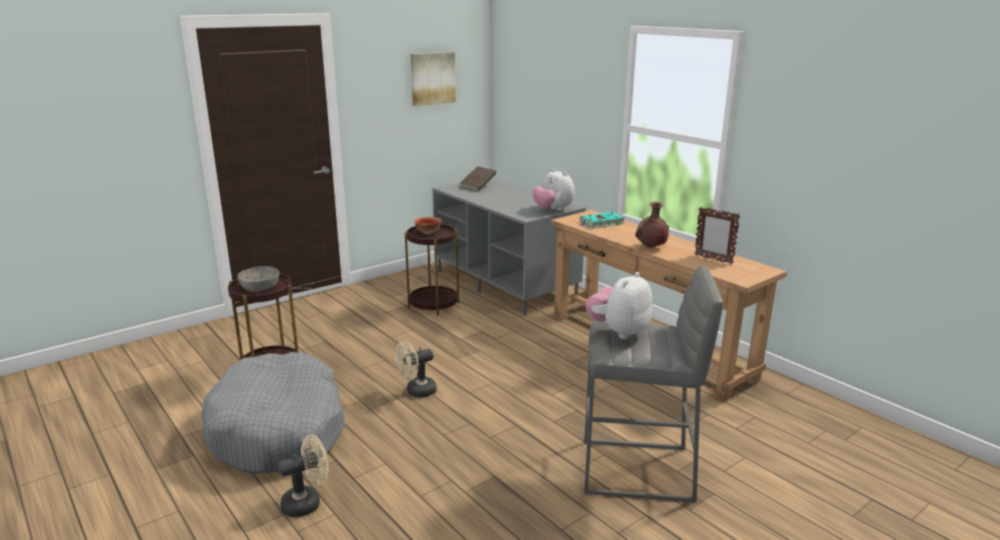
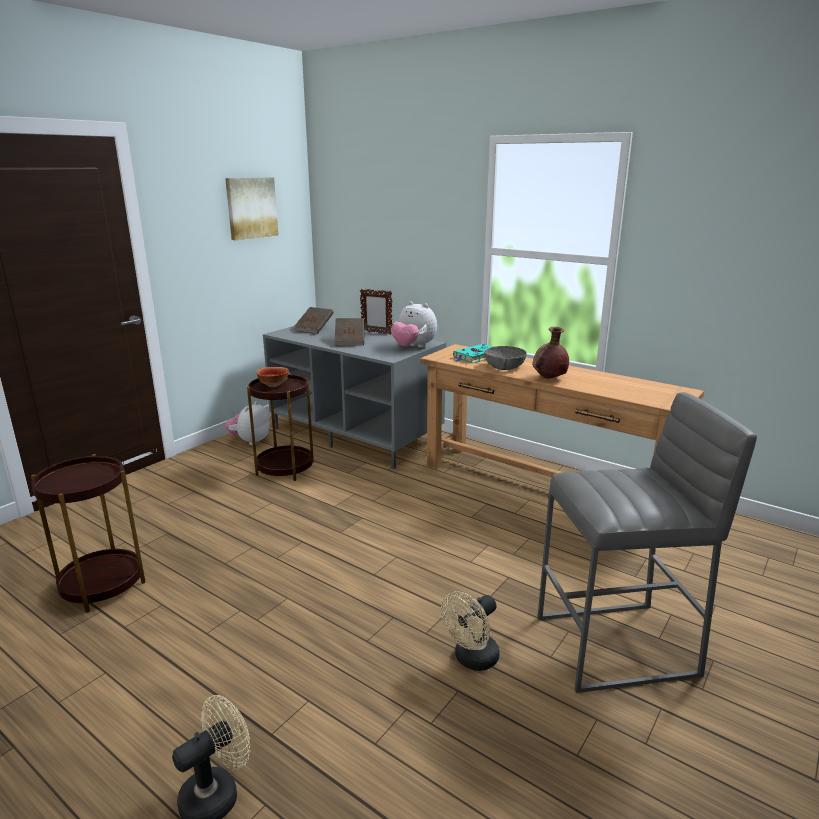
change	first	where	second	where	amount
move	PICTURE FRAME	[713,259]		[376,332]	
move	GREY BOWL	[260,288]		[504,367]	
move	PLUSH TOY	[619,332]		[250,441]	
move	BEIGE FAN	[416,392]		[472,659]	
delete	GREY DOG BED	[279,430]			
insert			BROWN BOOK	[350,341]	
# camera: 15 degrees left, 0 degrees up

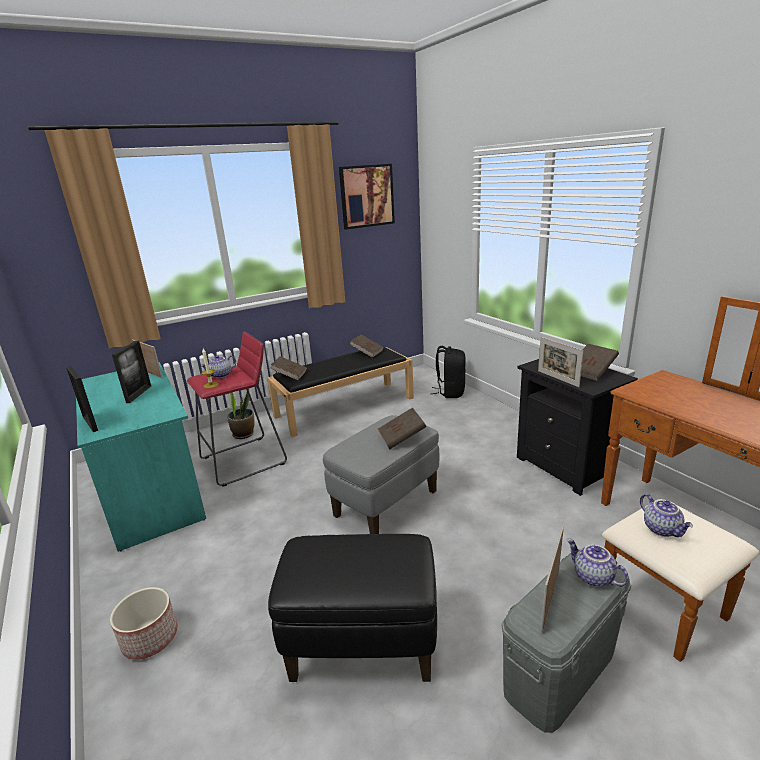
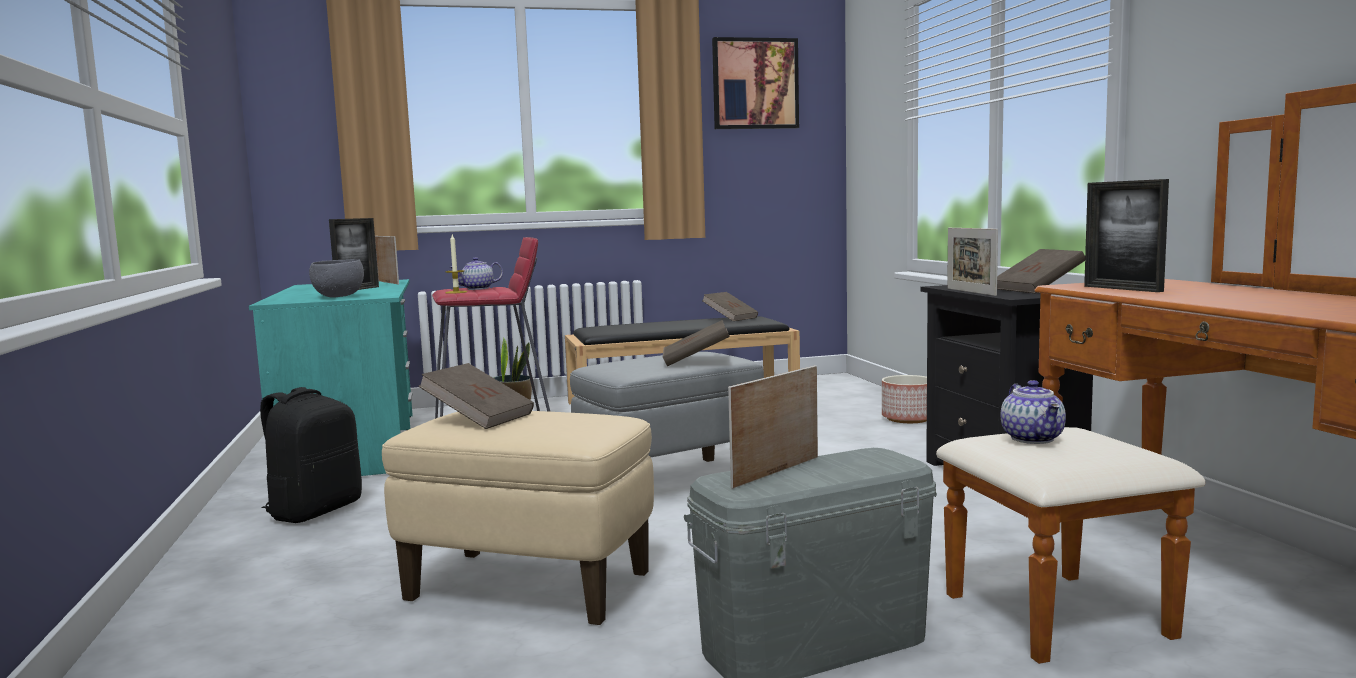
change	first	where	second	where	amount
move	BLACK BACKPACK	[450,392]		[314,511]	
move	BROWN BOOK	[290,375]		[479,418]	
move	PICTURE FRAME	[90,424]		[1122,289]	
recolor	BLACK OTTOMAN	[363,644]	BEIGE OTTOMAN	[530,586]	
delete	TEAPOT	[592,577]			
move	PLANTER	[150,638]		[908,418]	
insert			GREY BOWL	[338,296]	
# camera: 15 degrees right, 15 degrees down

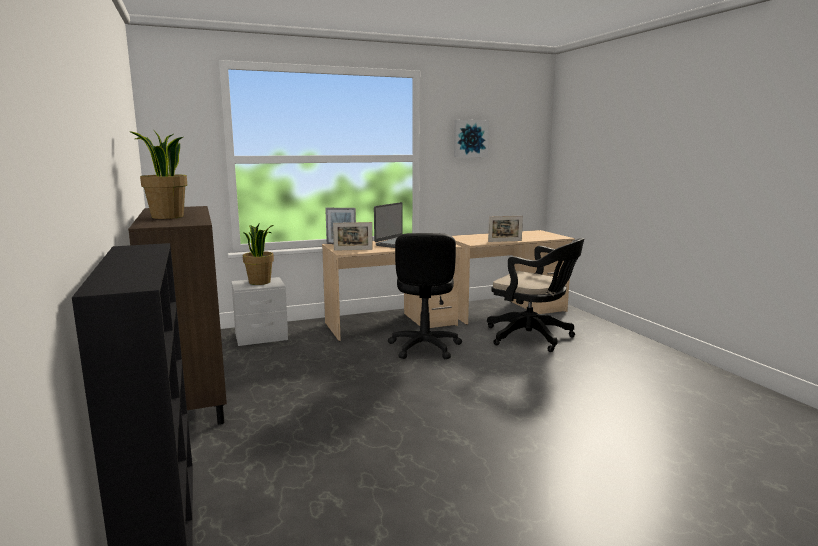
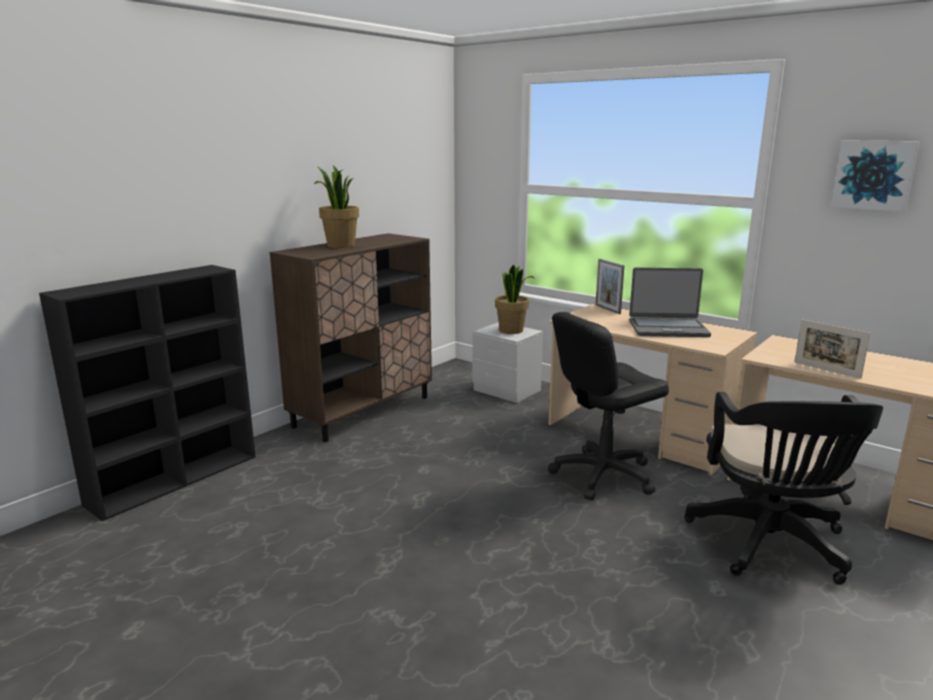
change	first	where	second	where	amount
delete	PICTURE FRAME	[353,250]			
# camera: 60 degrees right, 5 degrees up

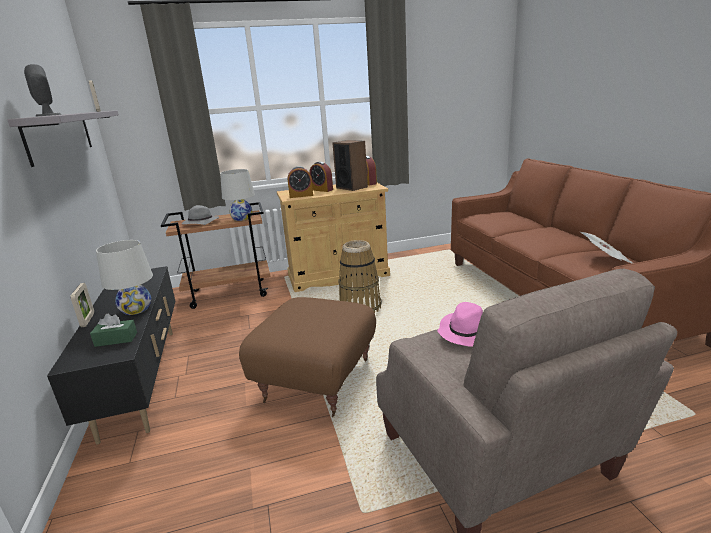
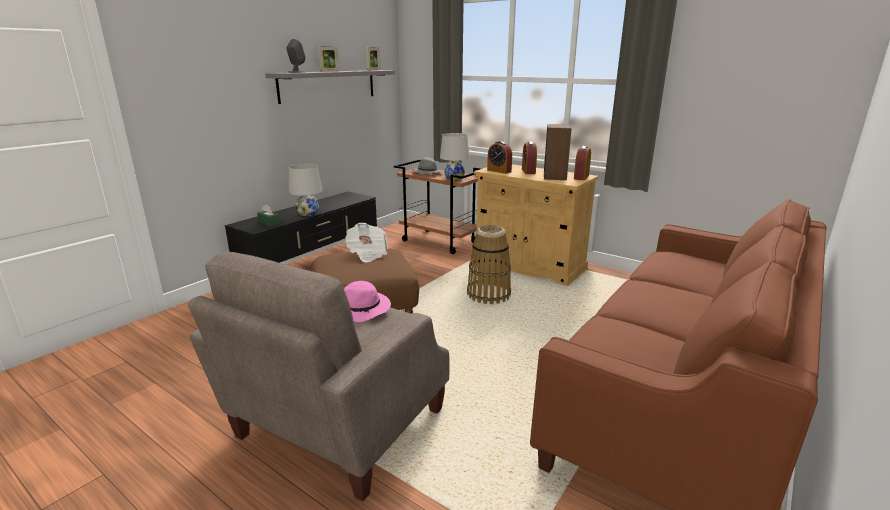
change	first	where	second	where	amount
move	NEWSPAPER	[605,260]		[367,253]	
move	PICTURE FRAME	[88,320]		[329,71]	
# camera: 50 degrees right, 0 degrees up

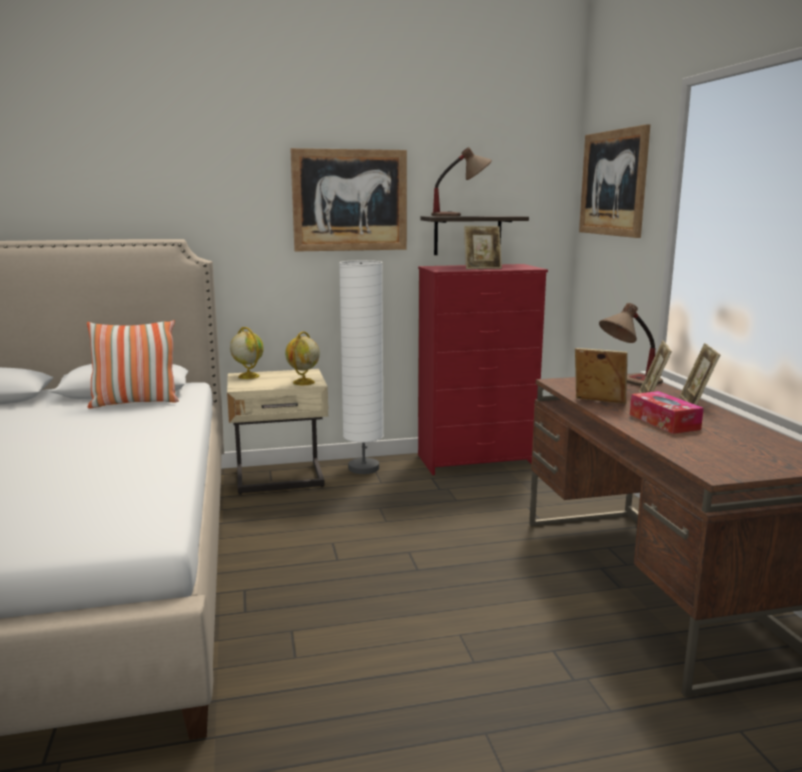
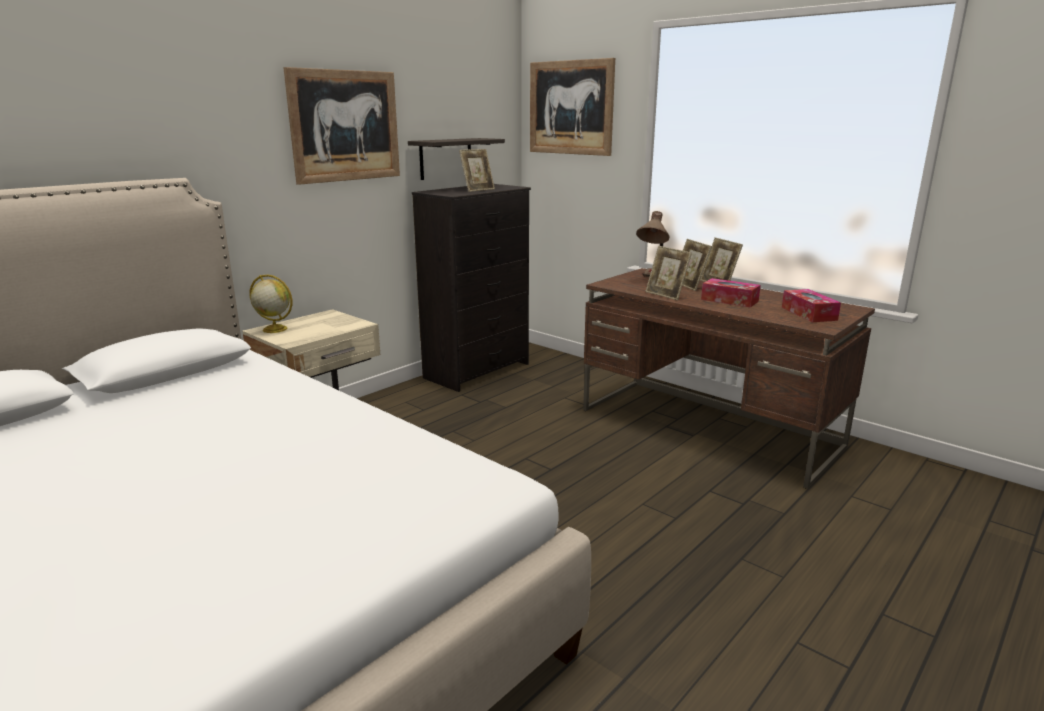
change	first	where	second	where	amount
delete	TABLE LAMP	[461,216]			
delete	WHITE FLOOR LAMP	[364,468]			
recolor	RED DRESSER	[477,460]	BLACK DRESSER	[478,371]	
delete	PILLOW	[135,403]			
delete	GLOBE	[303,382]			
rotate	PICTURE FRAME	[598,403]		[666,295]	120 degrees counterclockwise
insert			TISSUE BOX	[808,313]	
# camera: 35 degrees left, 5 degrees up

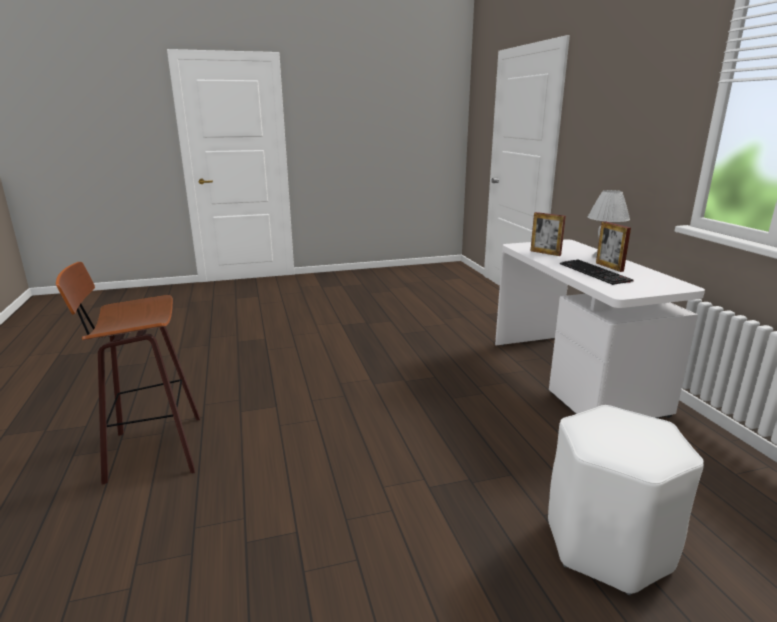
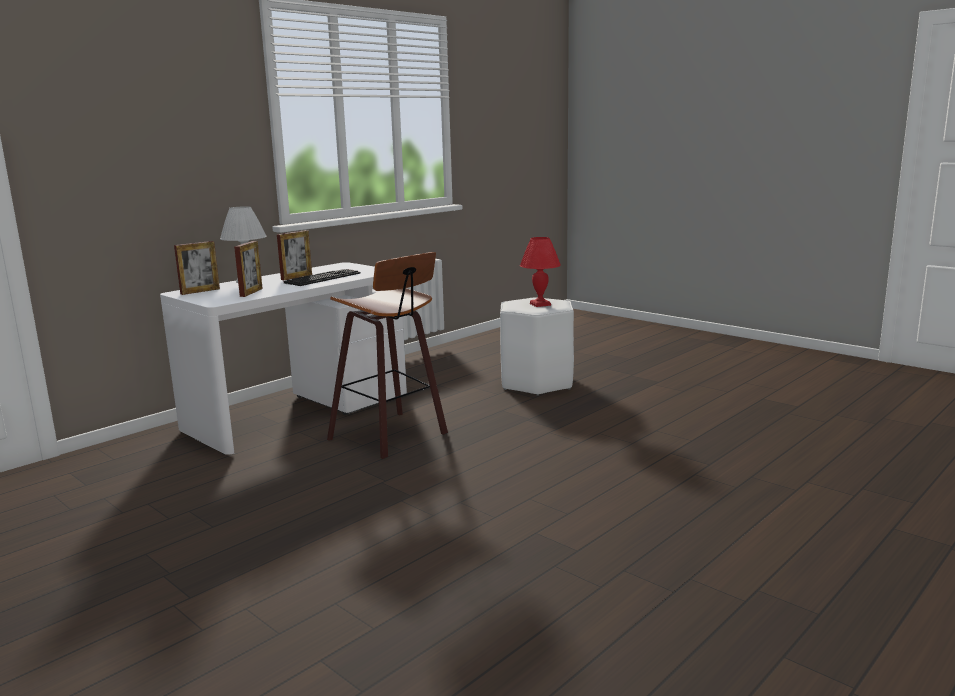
change	first	where	second	where	amount
move	STOOL	[151,450]		[393,436]	
insert			RED TABLE LAMP	[540,304]	
insert			PICTURE FRAME	[200,291]	
# camera: 120 degrees left, 5 degrees down

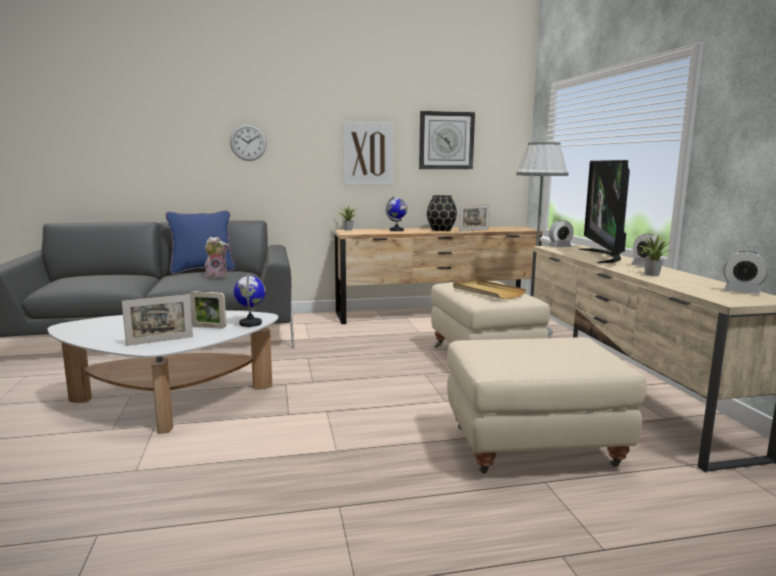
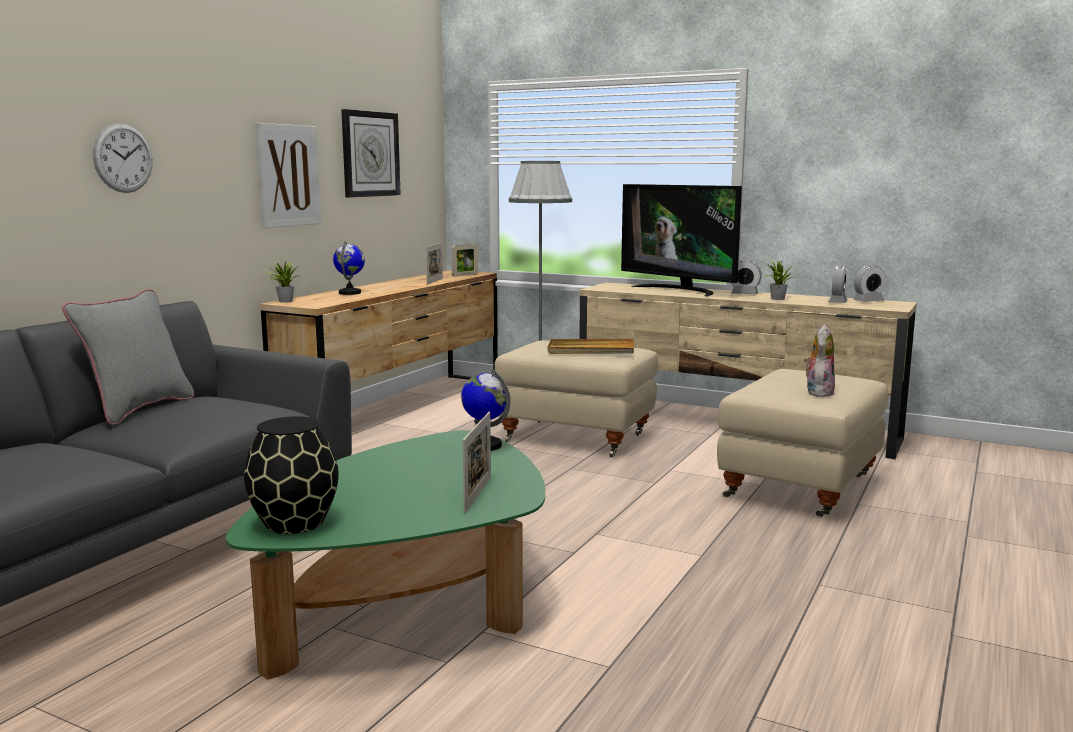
change	first	where	second	where	amount
move	BLACK VASE	[440,230]		[293,523]	
recolor	BLUE PILLOW	[202,270]	GREY PILLOW	[138,409]	
move	ALARM CLOCK	[560,247]		[837,302]	
move	PLUSH TOY	[217,277]		[818,392]	
move	PICTURE FRAME	[208,327]		[465,275]	
recolor	WHITE COFFEE TABLE	[171,401]	GREEN COFFEE TABLE	[413,606]	
# camera: 50 degrees left, 0 degrees up

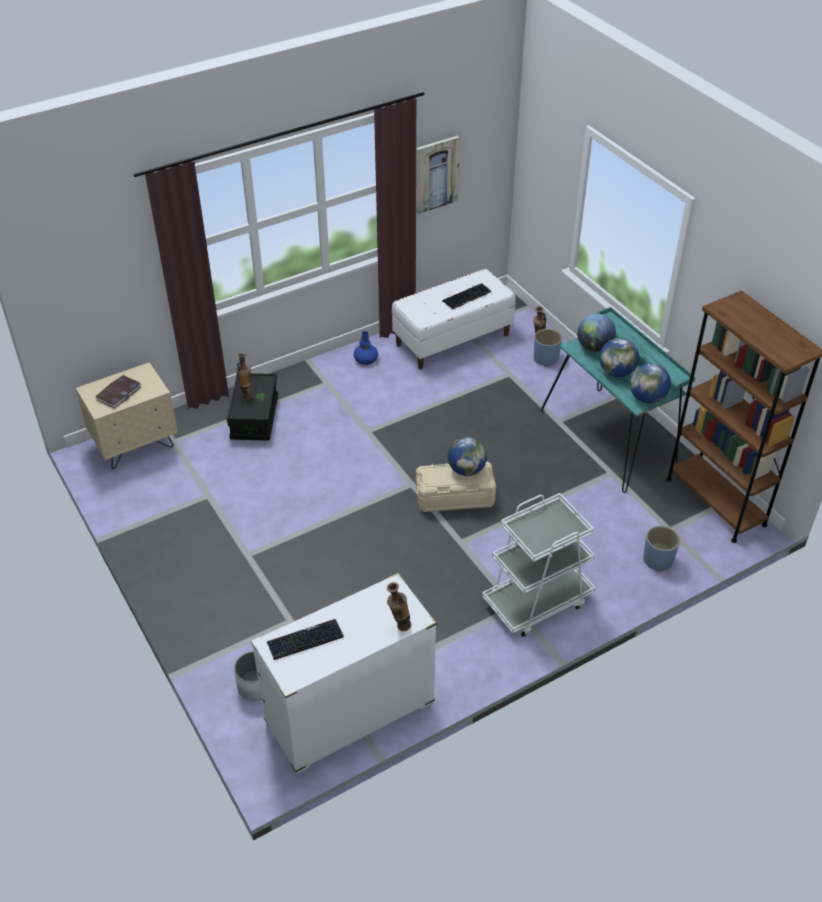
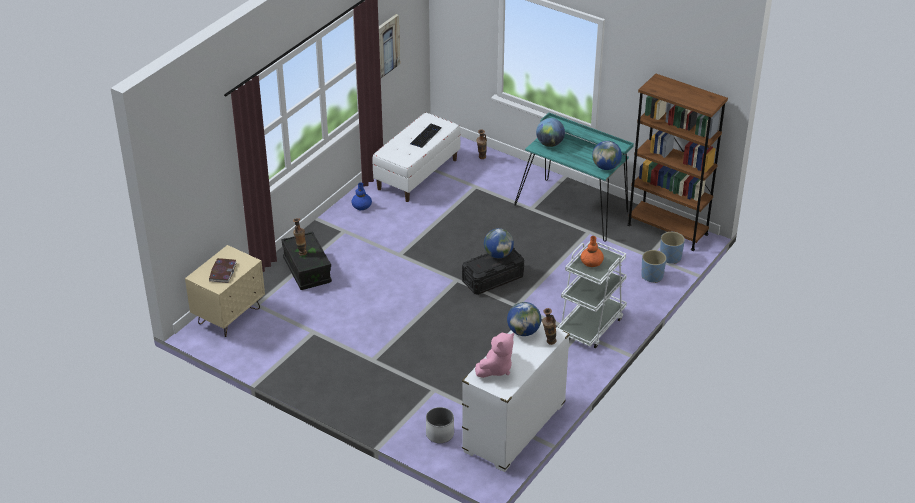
change	first	where	second	where	amount
move	BLUE PLANTER	[546,359]		[670,257]	
move	GLOBE	[616,372]		[523,331]	
recolor	BEIGE STORAGE BOX	[454,497]	BLACK STORAGE BOX	[492,279]	
replace	KEYBOARD	[305,640]	PINK PLUSH TOY	[496,368]	
insert			ORANGE VASE	[591,262]	
# camera: 25 degrees left, 5 degrees down

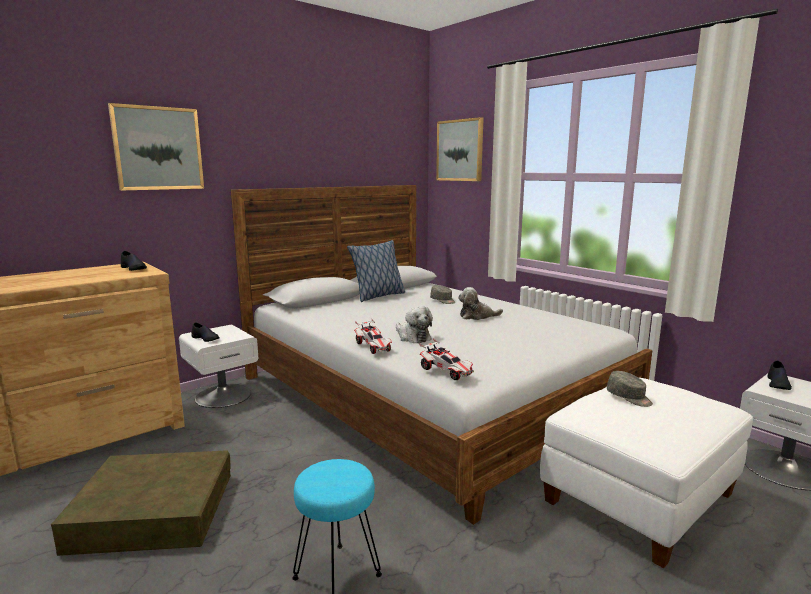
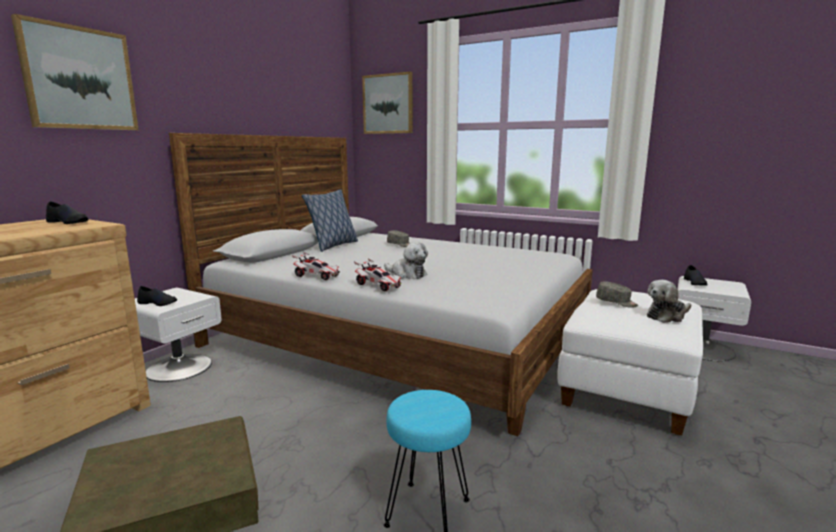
change	first	where	second	where	amount
move	PLUSH TOY	[477,316]		[667,316]	
move	TOY CAR	[446,371]		[317,276]	
# camera: 20 degrees left, 0 degrees up

